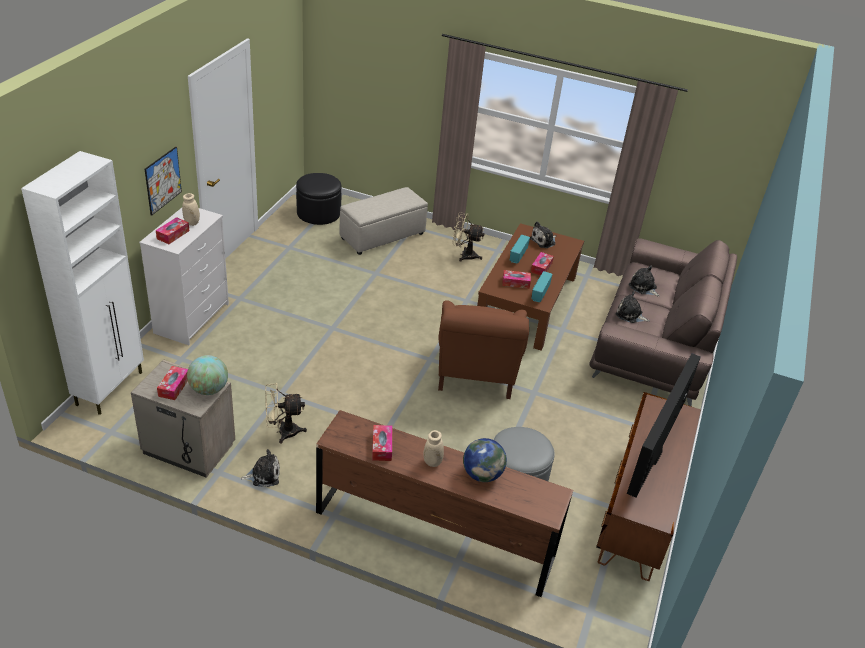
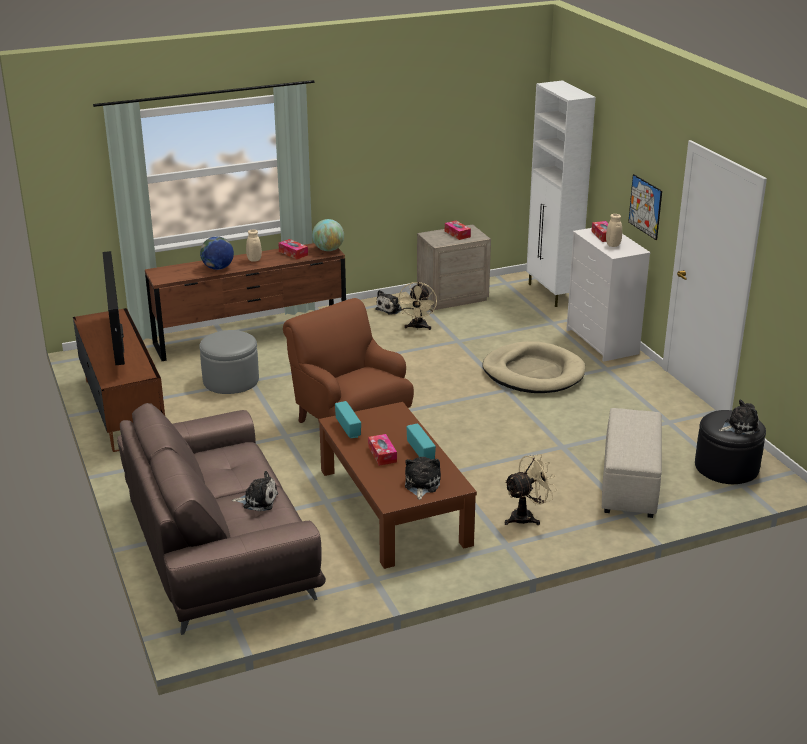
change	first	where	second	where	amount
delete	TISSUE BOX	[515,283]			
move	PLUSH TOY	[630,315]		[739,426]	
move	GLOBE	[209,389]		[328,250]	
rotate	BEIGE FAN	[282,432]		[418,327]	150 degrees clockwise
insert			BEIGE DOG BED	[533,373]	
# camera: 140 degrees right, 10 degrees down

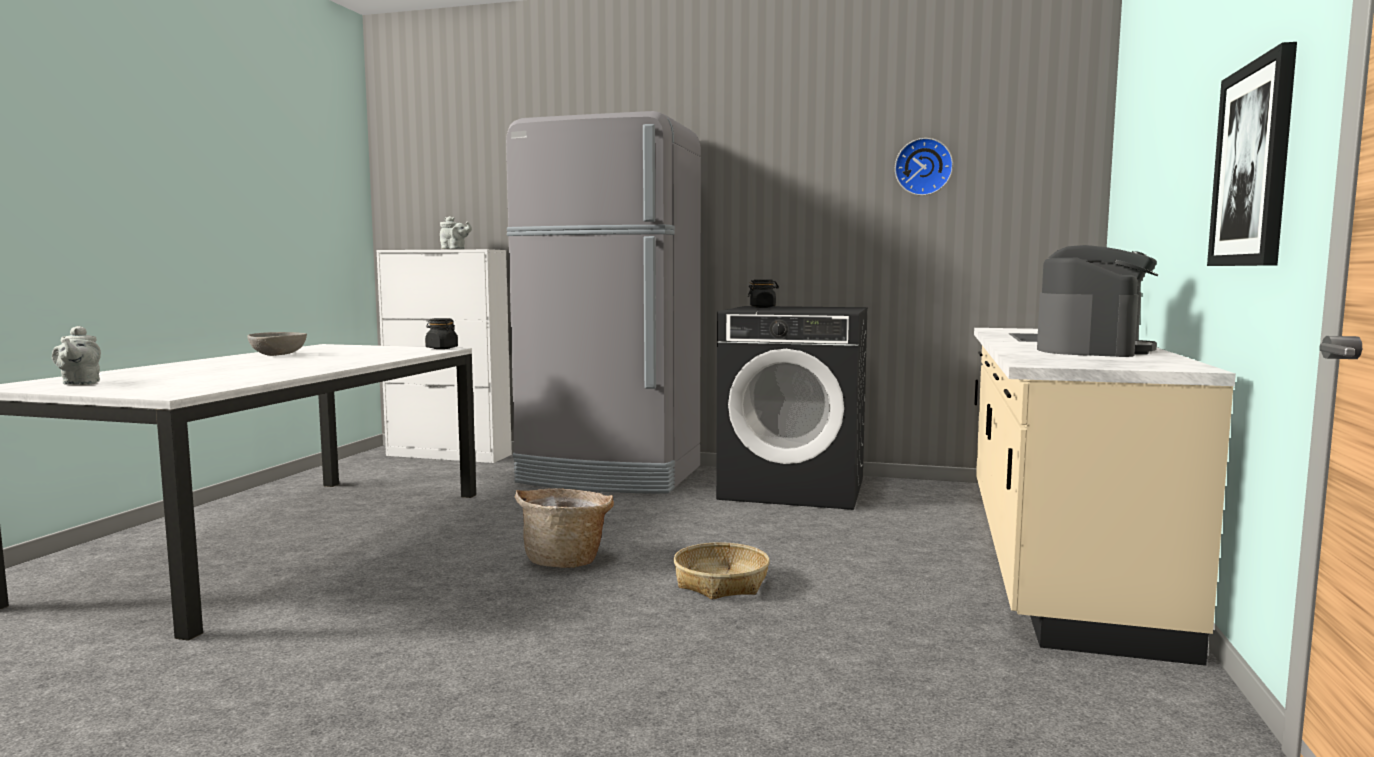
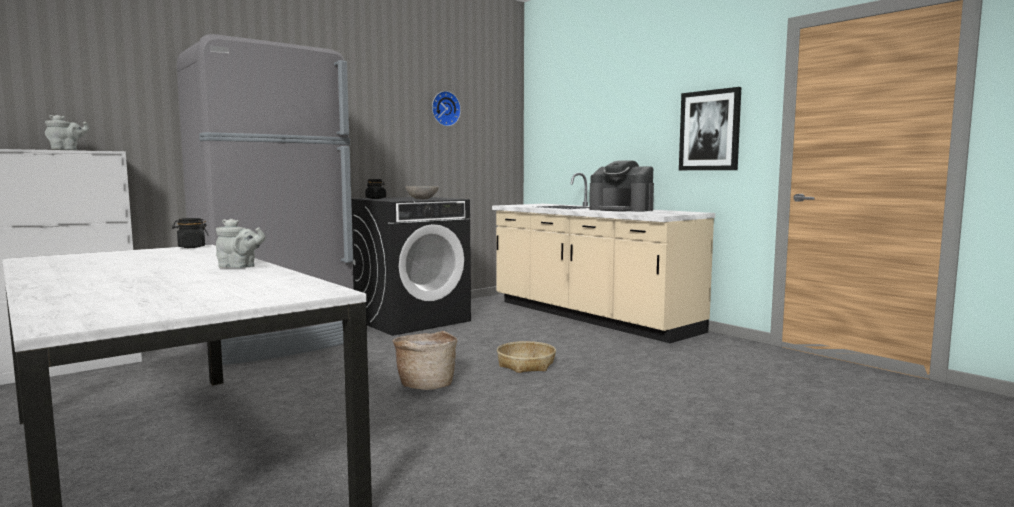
change	first	where	second	where	amount
rotate	COFFEE MACHINE	[1092,350]		[621,209]	150 degrees clockwise
move	GREY TEAPOT	[80,383]		[239,267]	
move	GREY BOWL	[277,355]		[422,199]	
# camera: 55 degrees left, 0 degrees up

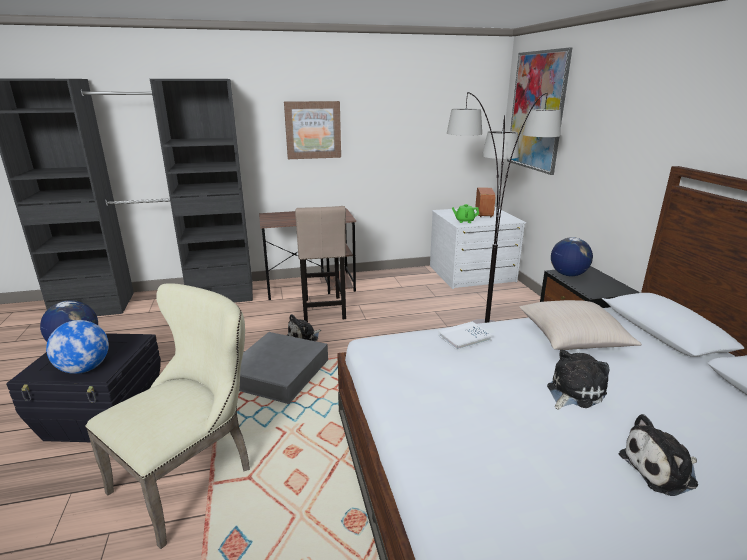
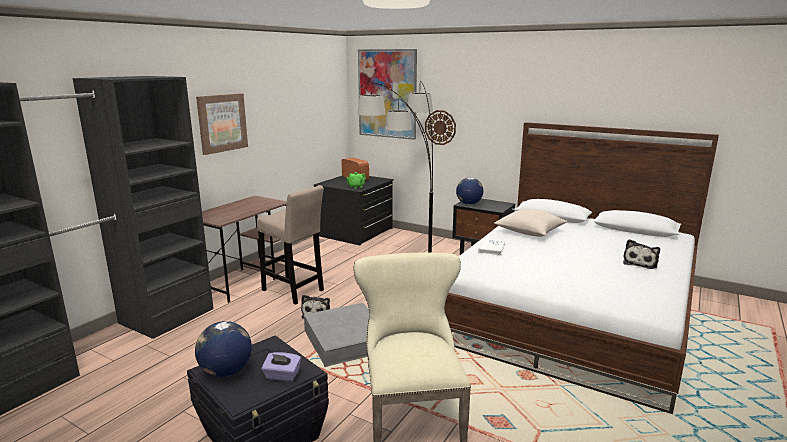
change	first	where	second	where	amount
recolor	WHITE DRESSER	[472,274]	BLACK DRESSER	[356,232]	
replace	GLOBE	[84,369]	PURPLE TISSUE BOX	[282,376]	
delete	PLUSH TOY	[573,392]			
insert			WALL CLOCK	[440,127]	
# camera: 45 degrees left, 5 degrees down

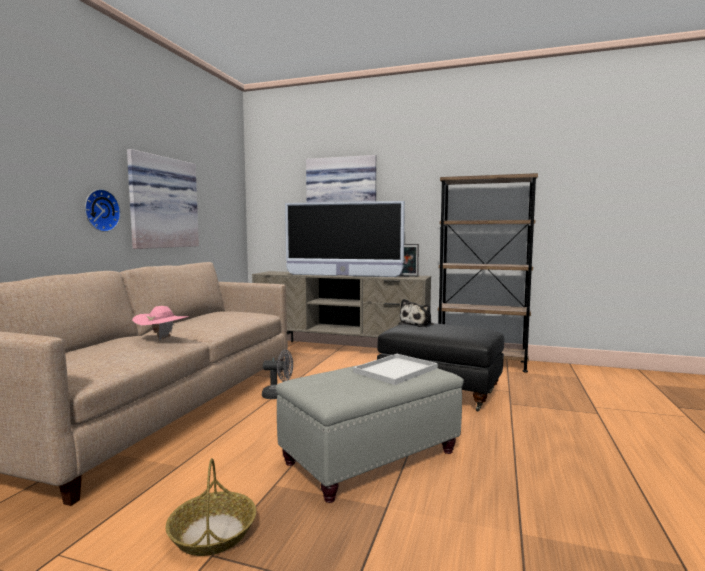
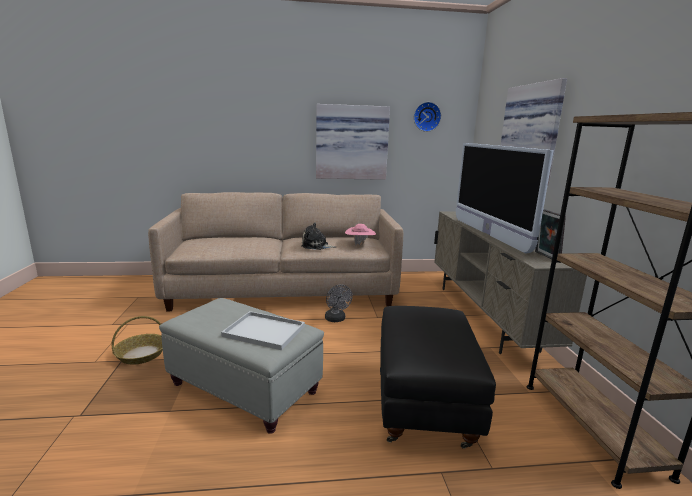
change	first	where	second	where	amount
move	WALL CLOCK	[100,210]		[426,116]	
move	PLUSH TOY	[417,324]		[316,246]	
move	PINK HAT	[162,339]		[360,244]	
# camera: 65 degrees right, 10 degrees up

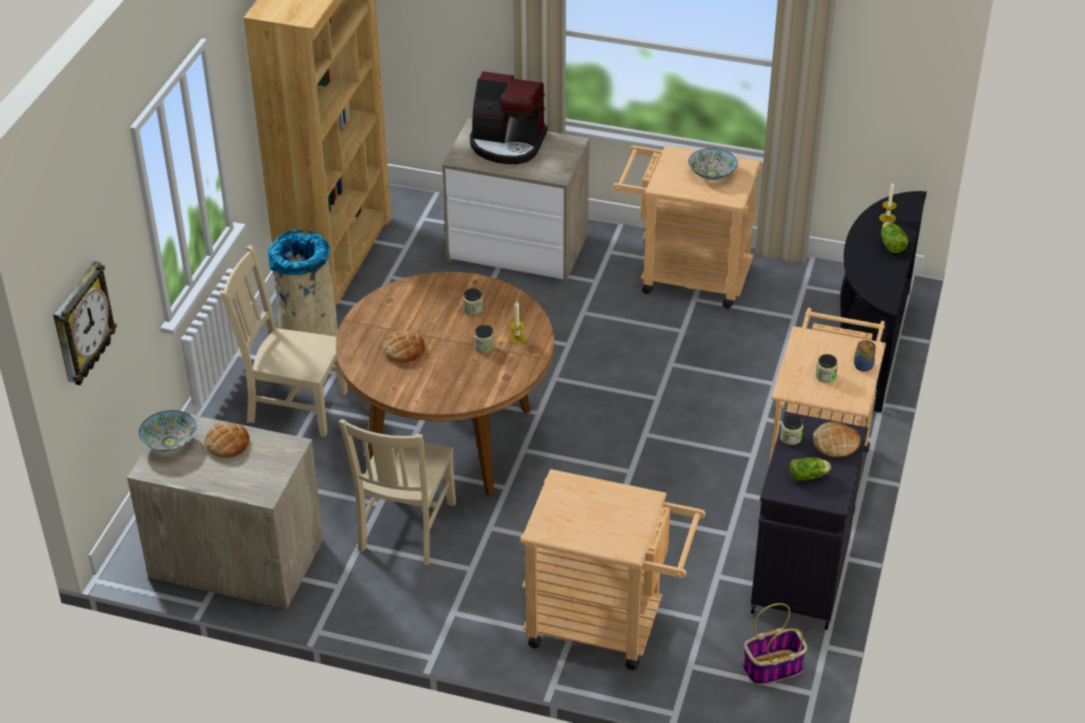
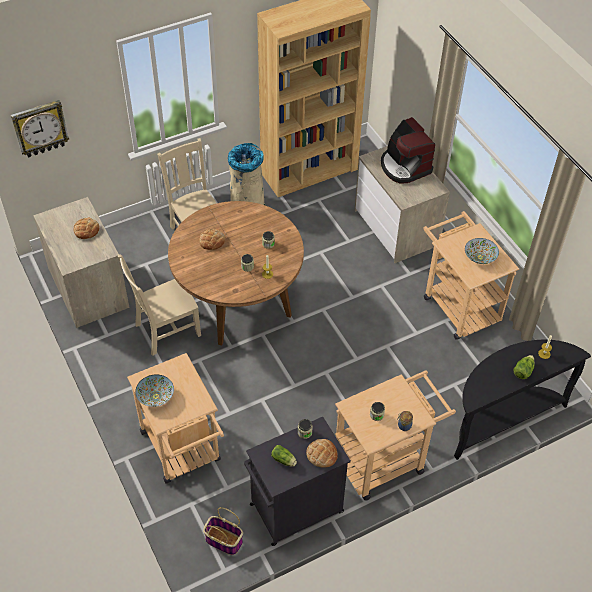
change	first	where	second	where	amount
move	BOWL	[170,442]		[155,396]	
# camera: 45 degrees right, 10 degrees up

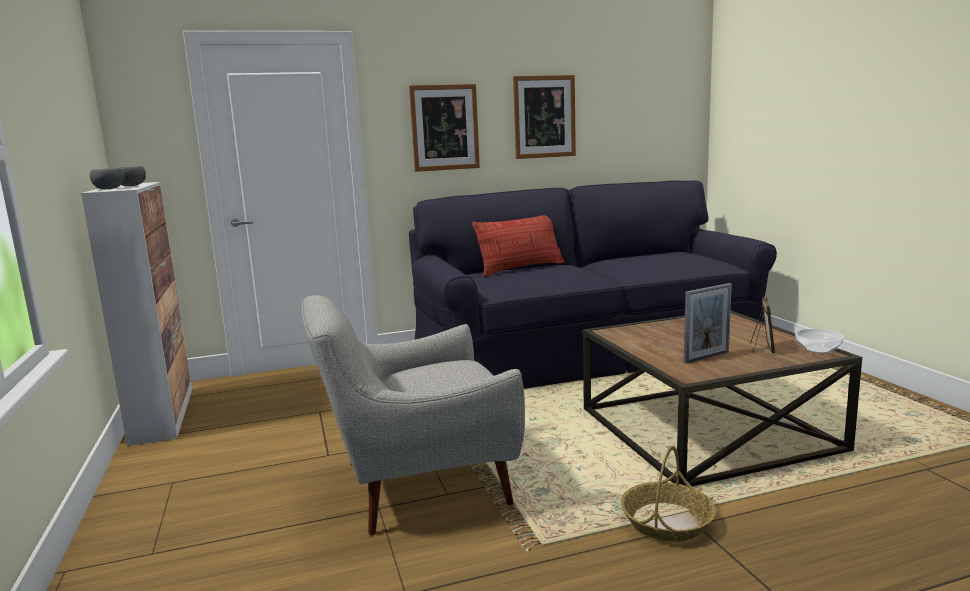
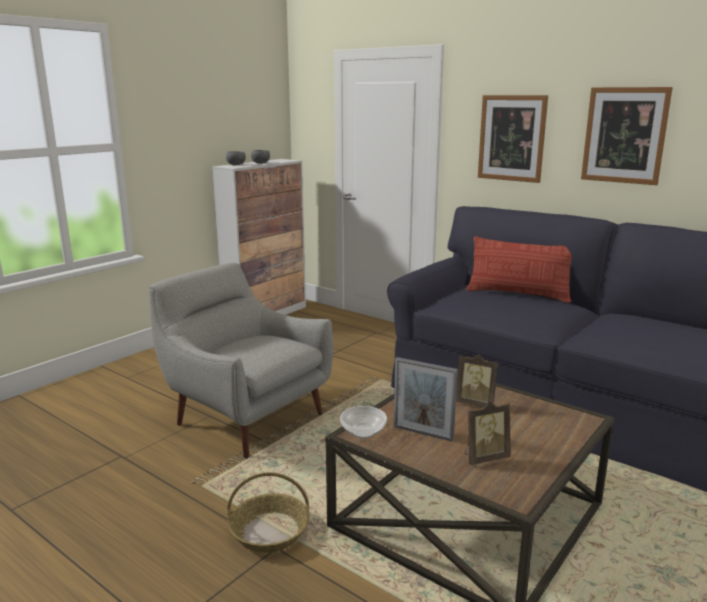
change	first	where	second	where	amount
move	BOWL	[818,349]		[363,432]	
insert			PICTURE FRAME	[476,403]	
# camera: 55 degrees right, 5 degrees up

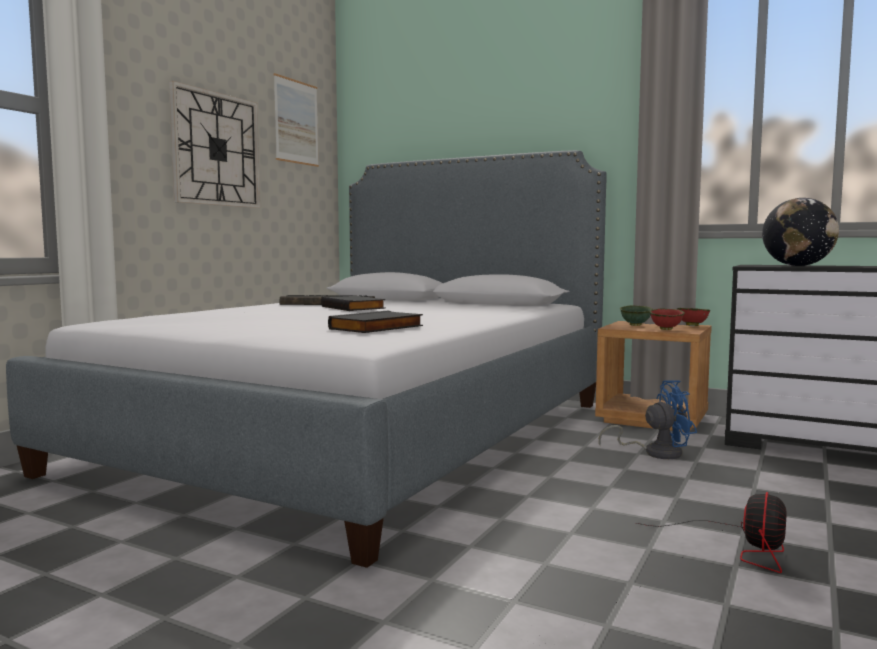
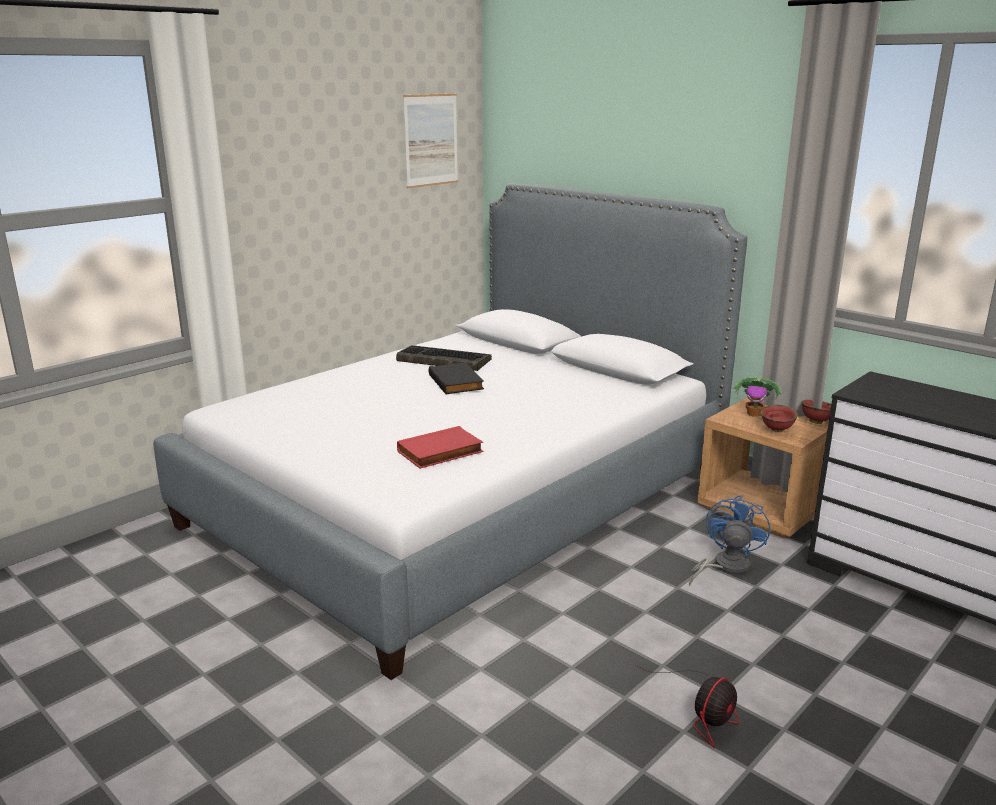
change	first	where	second	where	amount
delete	WALL CLOCK	[216,149]			
delete	GLOBE	[798,266]			
replace	GREEN BOWL	[636,325]	POTTED PLANT	[755,414]	
recolor	BLACK BOOK	[377,328]	RED BOOK	[440,452]	
rotate	BLUE FAN	[655,452]		[725,567]	75 degrees counterclockwise
# camera: 15 degrees right, 15 degrees up

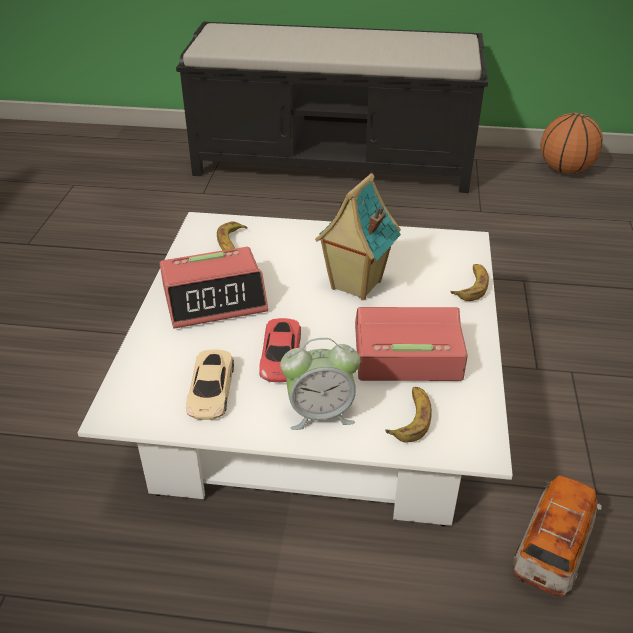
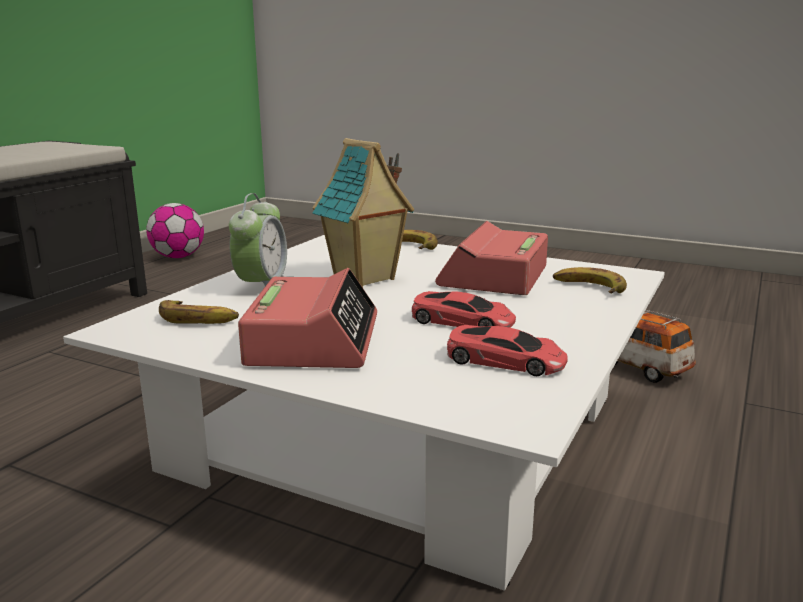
change	first	where	second	where	amount
replace	BASKETBALL	[565,170]	FOOTBALL	[178,257]	
move	ALARM CLOCK	[320,413]		[262,287]	
recolor	BEIGE TOY CAR	[211,390]	RED TOY CAR	[506,360]	
# camera: 70 degrees left, 20 degrees down

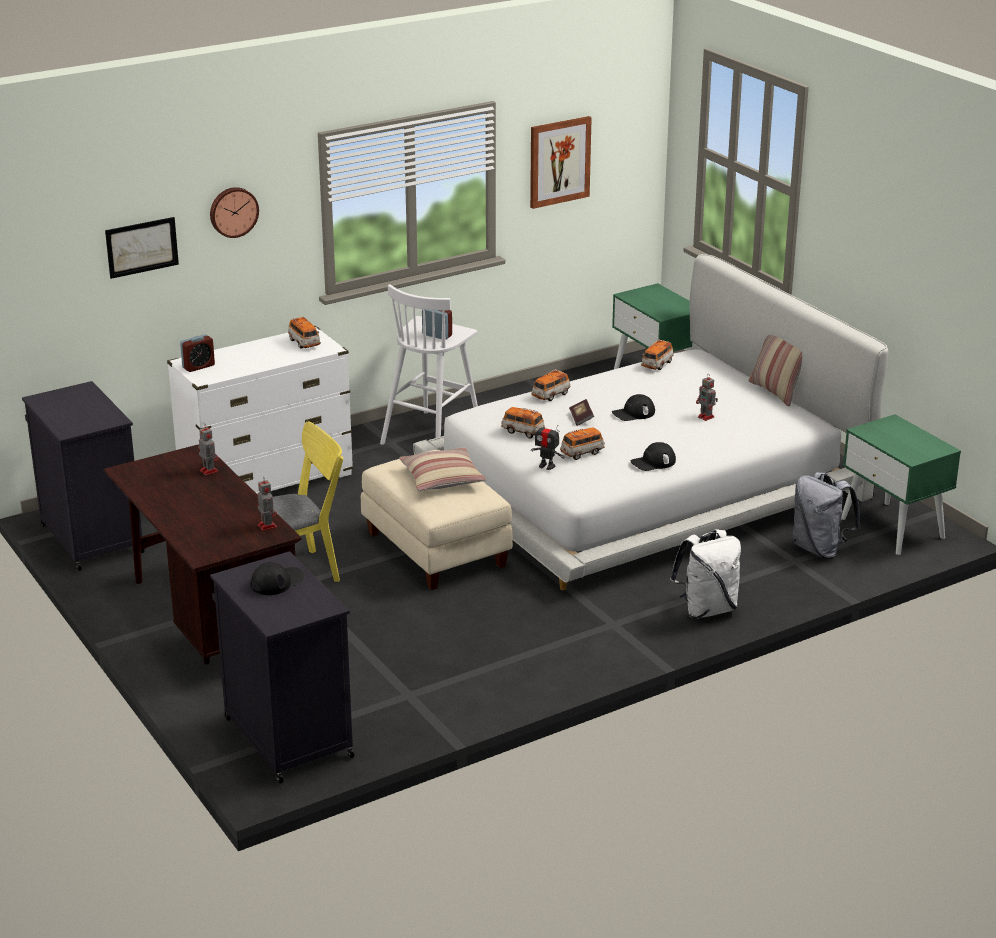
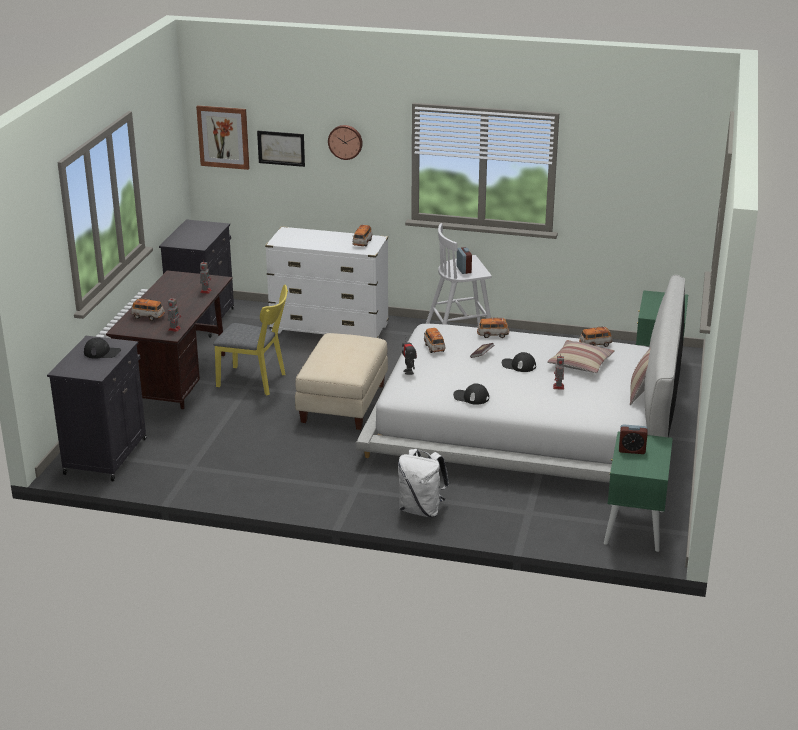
change	first	where	second	where	amount
move	PICTURE	[559,161]		[223,137]	
move	ALARM CLOCK	[198,366]		[632,450]	
move	TOY CAR	[582,453]		[148,317]	
move	PILLOW	[442,479]		[580,363]	
delete	GREY BACKPACK	[820,549]			
# camera: 45 degrees right, 0 degrees up

